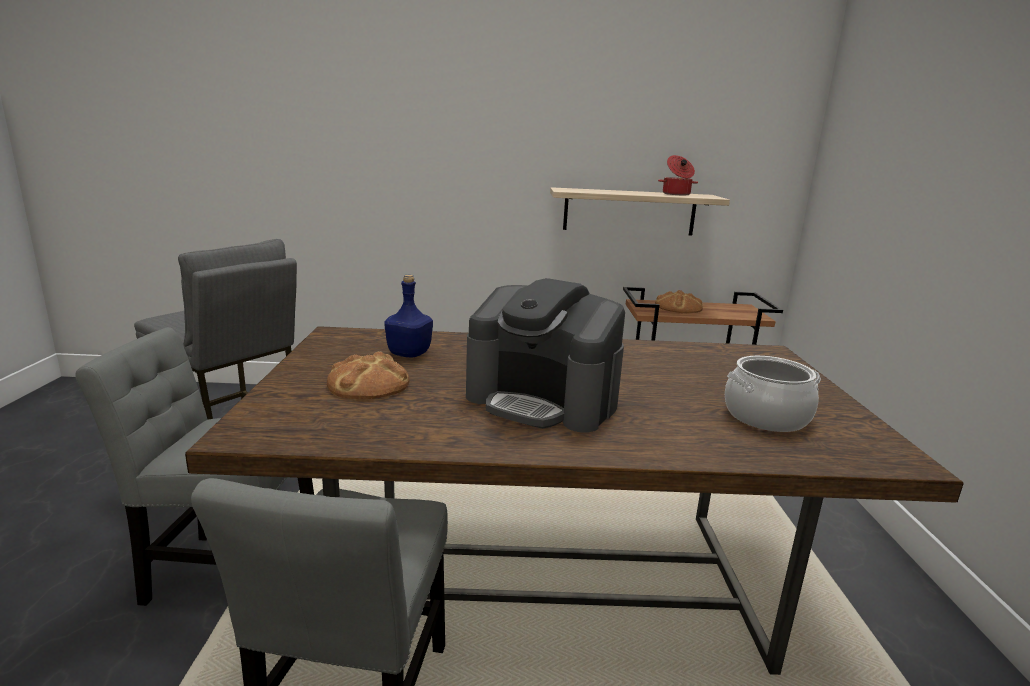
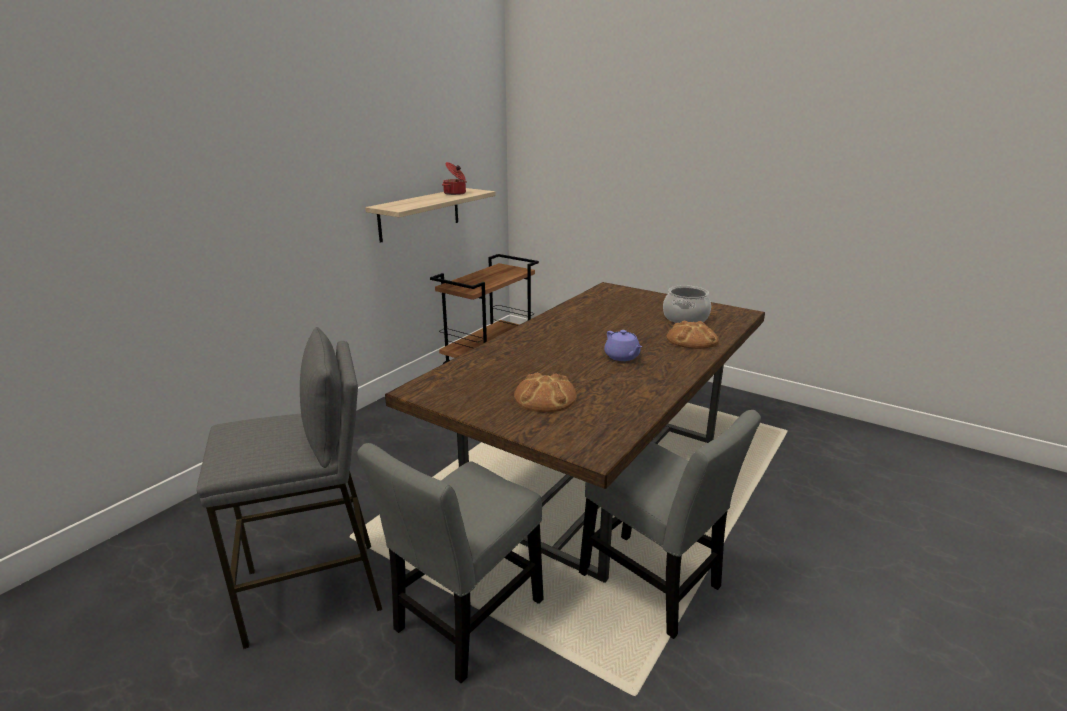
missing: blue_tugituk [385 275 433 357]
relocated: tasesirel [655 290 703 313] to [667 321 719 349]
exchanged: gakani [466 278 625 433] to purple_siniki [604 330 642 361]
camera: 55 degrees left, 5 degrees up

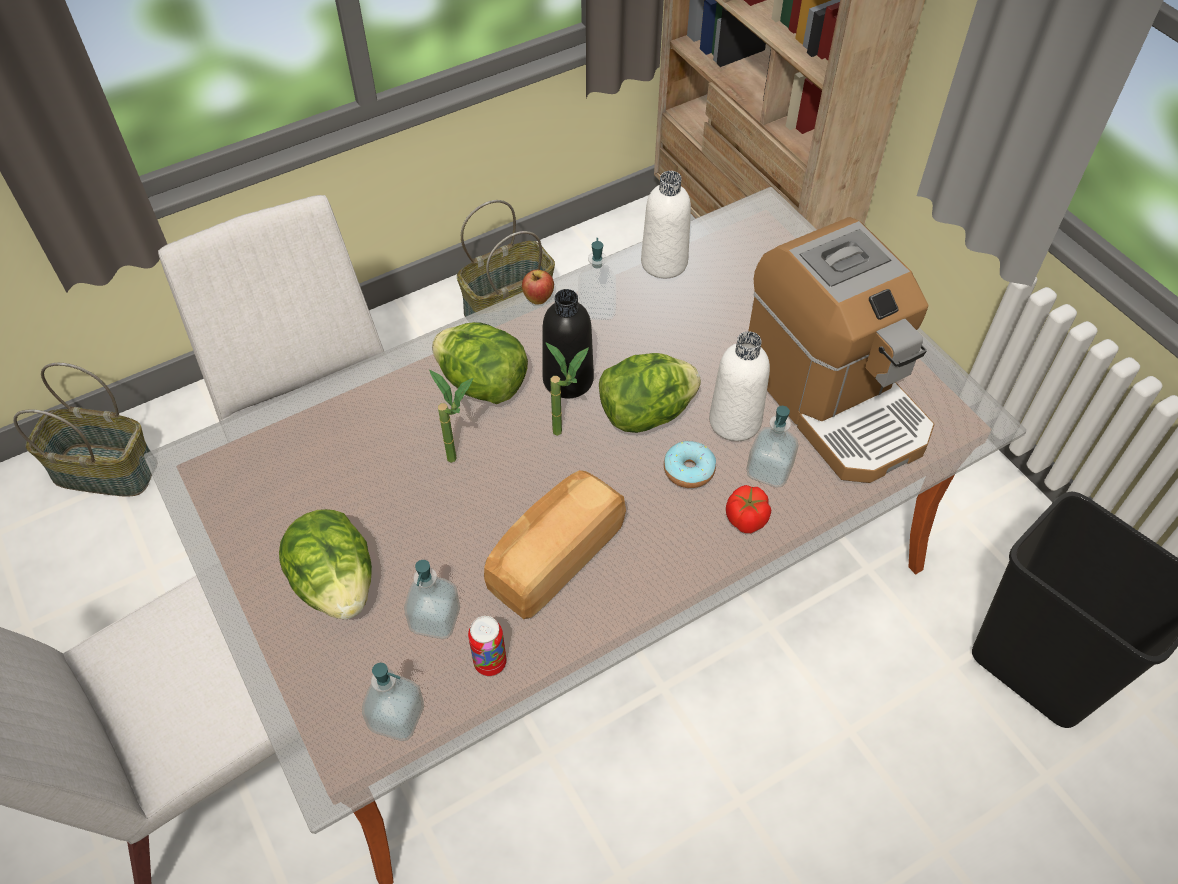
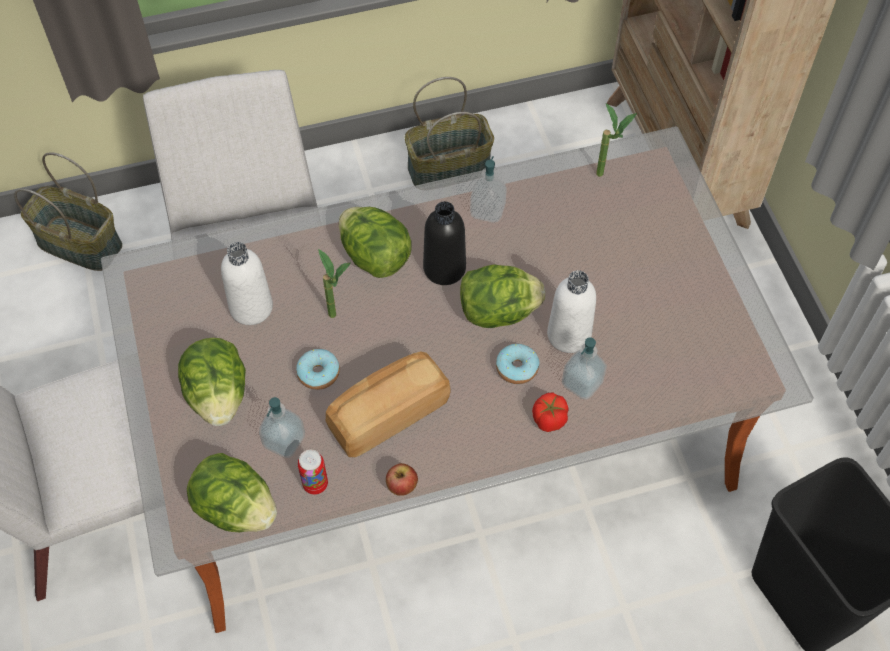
missing: gakani [749 217 934 483]
appeared: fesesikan [296 349 340 390]
relocated: white_tugituk [641 171 691 278] to [221 242 273 325]; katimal [522 270 554 305] to [386 463 418 496]; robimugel [546 343 589 436] to [596 103 637 177]
exchanged: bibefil [362 663 424 741] to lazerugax [187 453 277 532]
camera: 15 degrees right, 5 degrees up

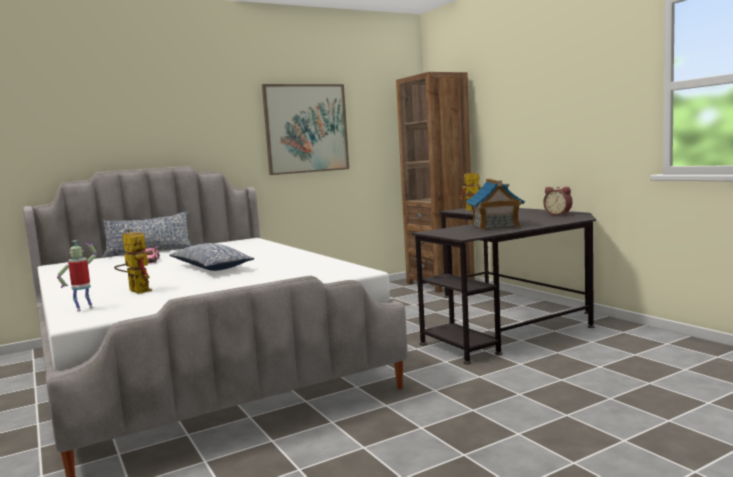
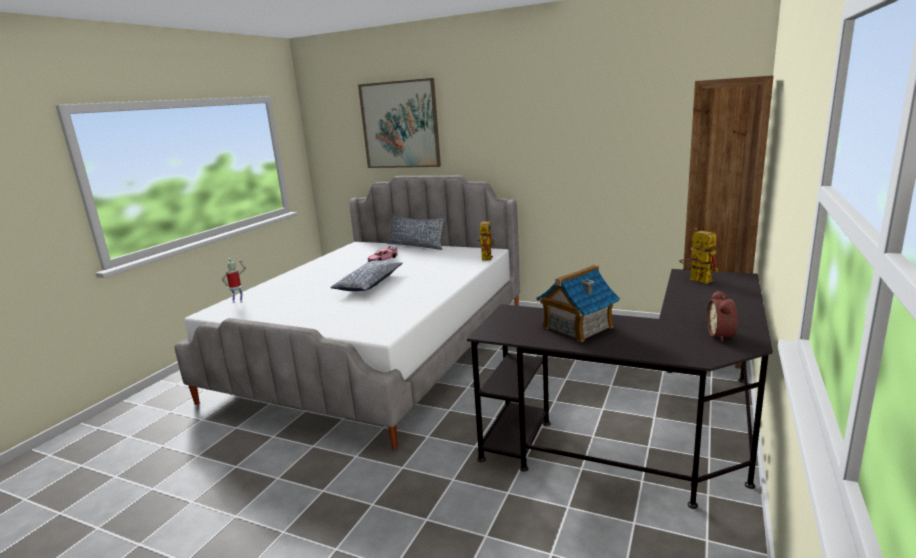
relocated: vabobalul [262 84 349 175] to [358 78 441 168]; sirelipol [114 229 152 294] to [478 219 495 260]
camera: 55 degrees right, 10 degrees up

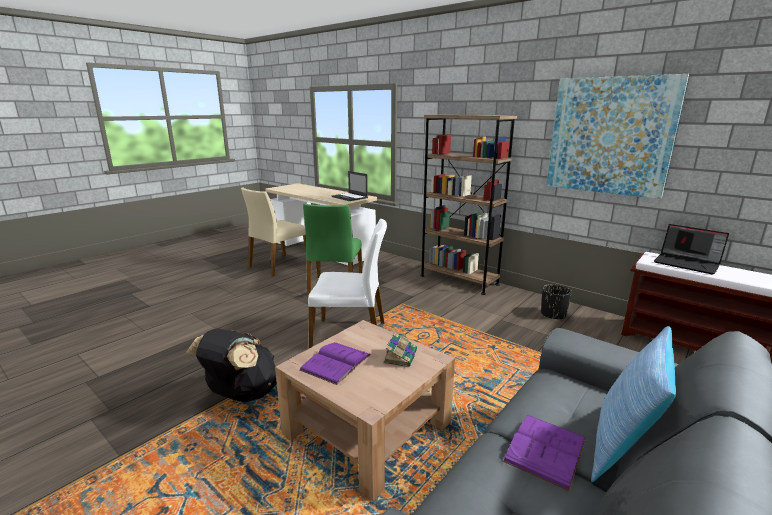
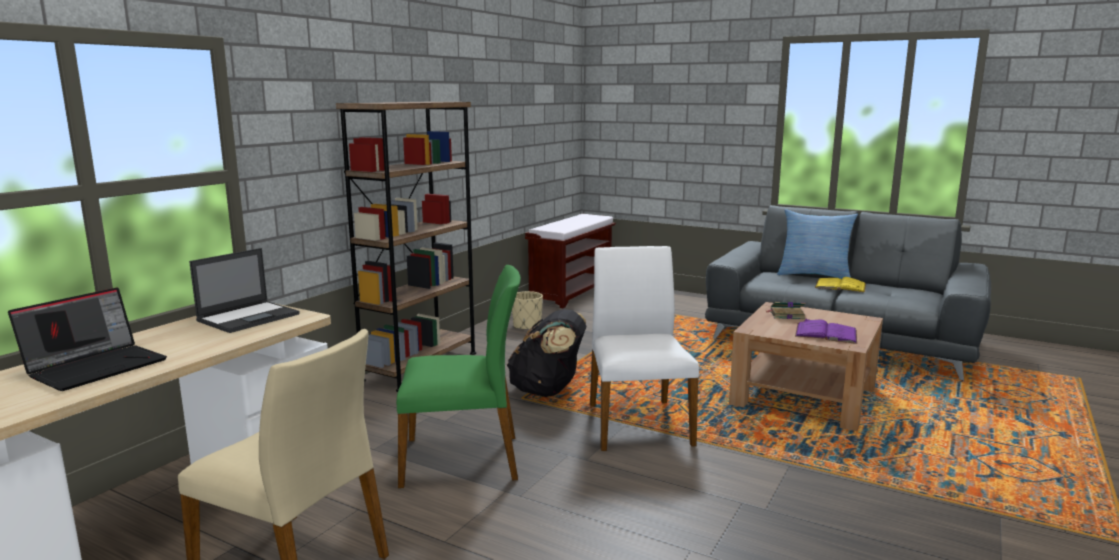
missing: vabobalul [546 74 689 199]
relocated: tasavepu [654 224 729 275] to [8 288 167 391]; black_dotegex [187 328 277 402] to [507 309 587 397]
colour: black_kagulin [541 284 572 320] to beige_kagulin [512 291 543 329]; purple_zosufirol [503 415 586 491] to yellow_zosufirol [815 277 866 293]
camera: 100 degrees left, 5 degrees down

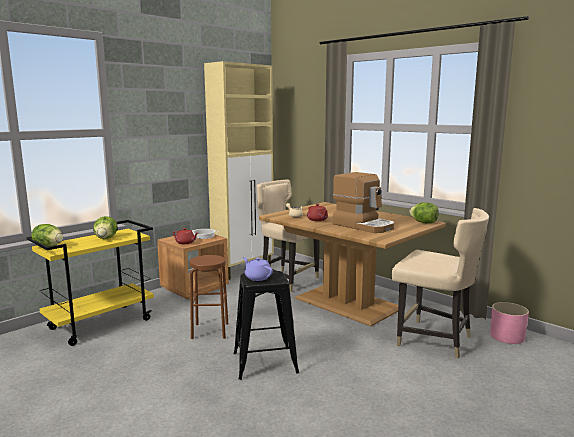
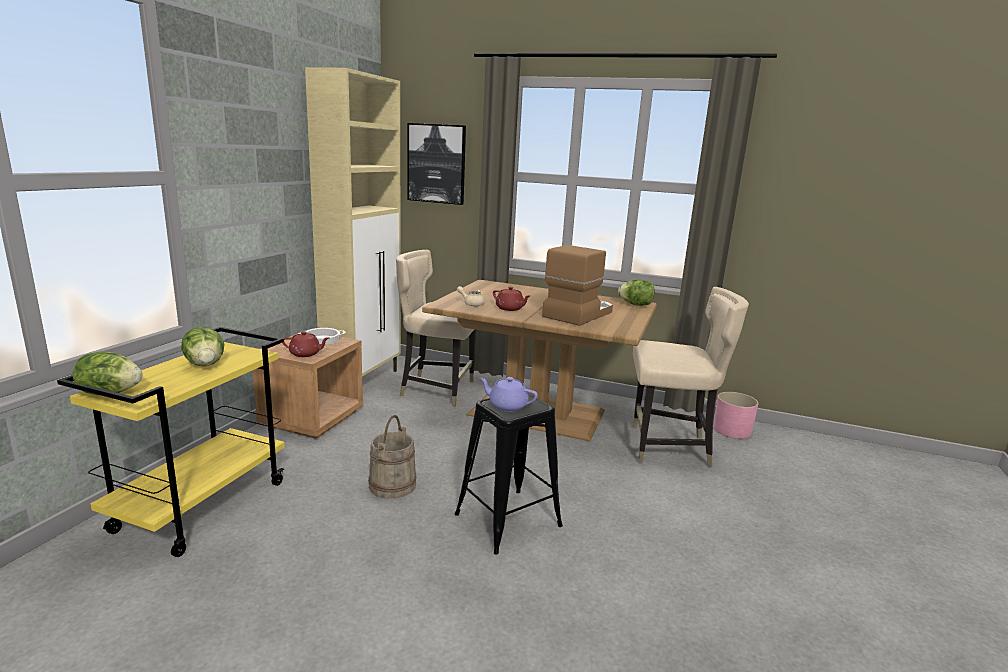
appeared: vabobalul [408 123 466 205]
exchanged: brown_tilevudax [189 255 228 339] to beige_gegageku [368 415 417 499]
spun: gakani [333 172 394 233] = [542 245 613 326] 75 degrees counterclockwise
camera: 25 degrees left, 5 degrees up

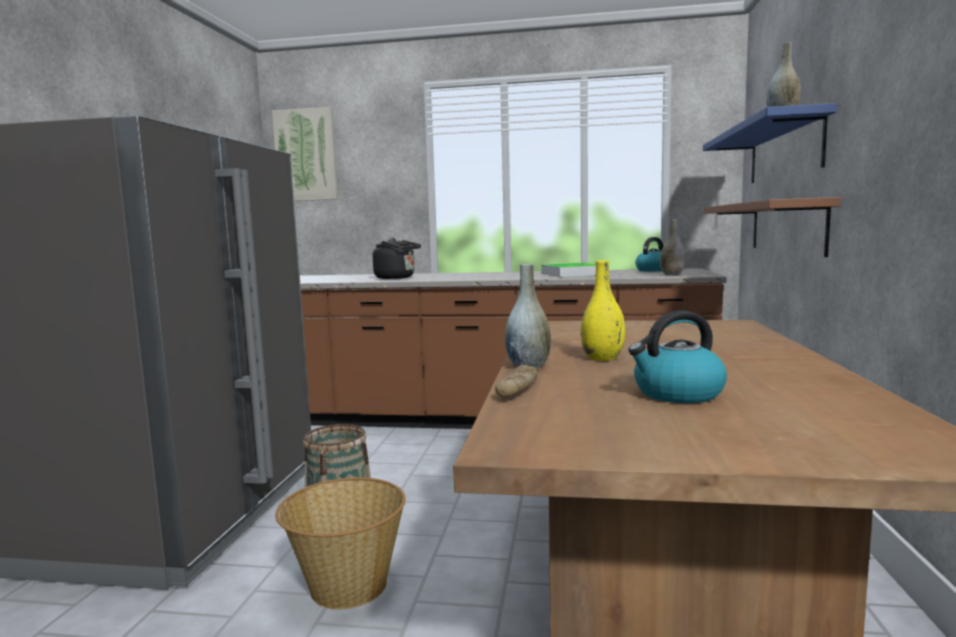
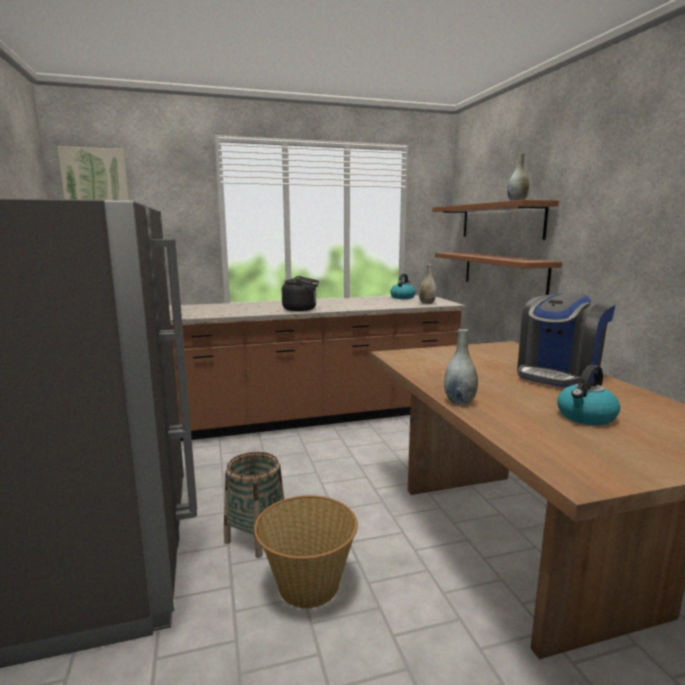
missing: tasesirel [495 364 538 397]; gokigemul [542 263 596 277]; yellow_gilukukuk [581 260 625 361]
appeared: gakani [517 292 616 387]
relocated: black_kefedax [372 238 421 279] to [282 276 319 311]
colour: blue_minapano [703 103 837 183] to brown_minapano [432 200 559 240]
camera: 25 degrees left, 5 degrees up

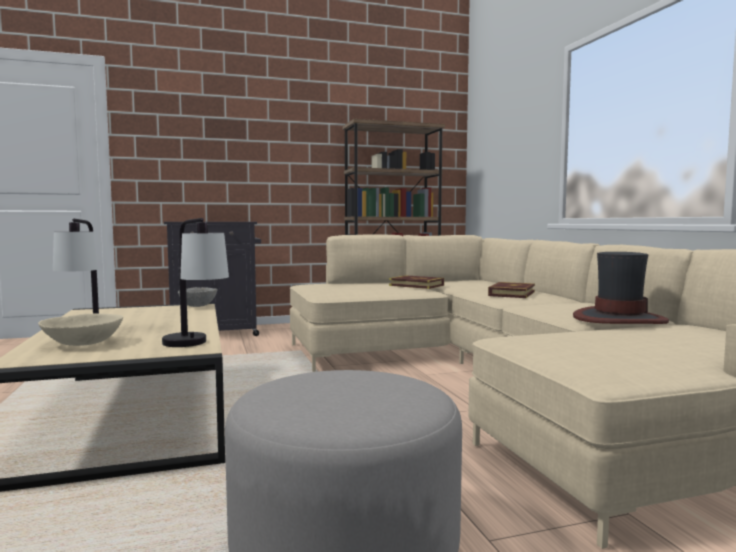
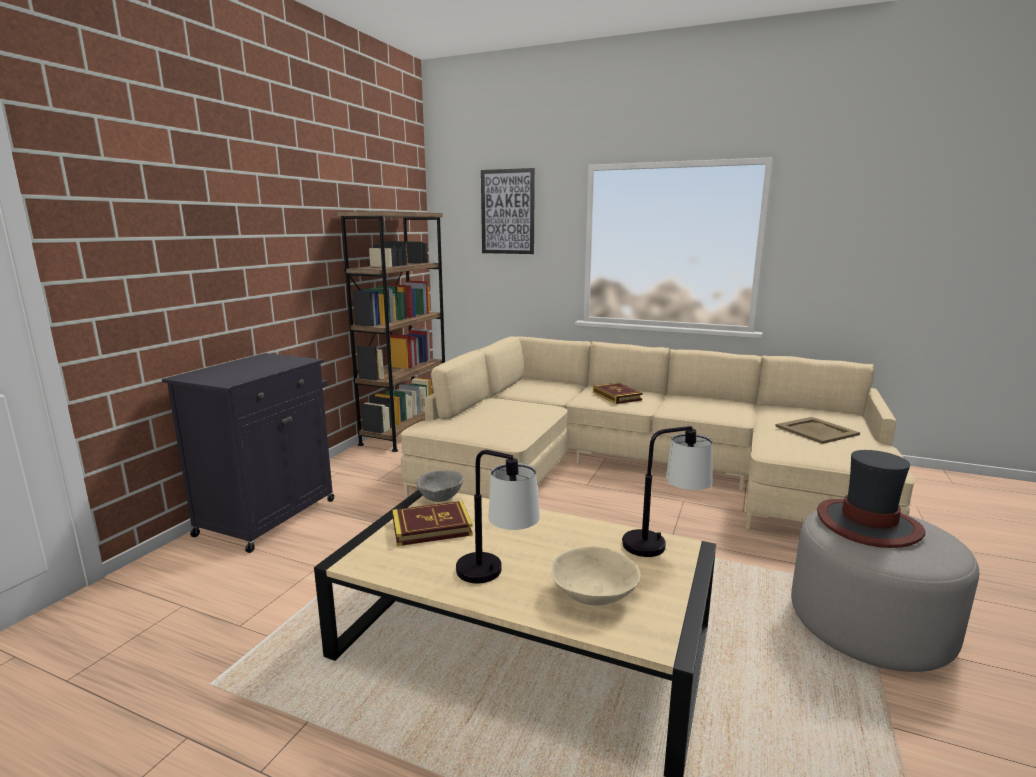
appeared: vabobalul [481 168 535 254]; beige_gokigemul [775 417 860 444]
relocated: zosufirol [389 275 444 289] to [392 501 473 546]; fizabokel [573 252 669 324] to [817 450 925 548]
camera: 50 degrees left, 10 degrees up

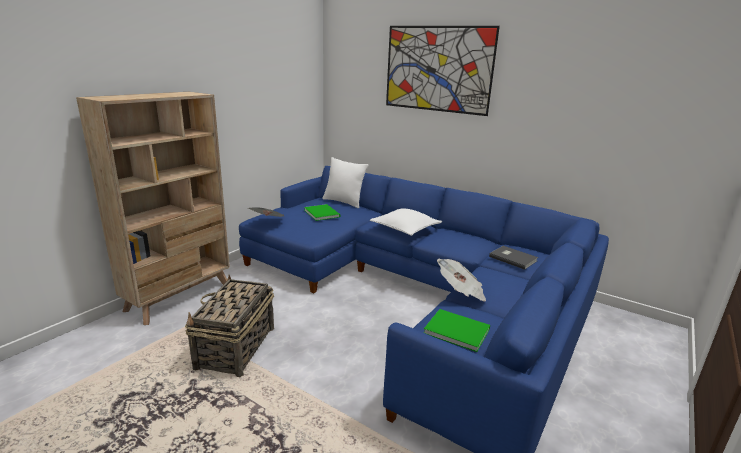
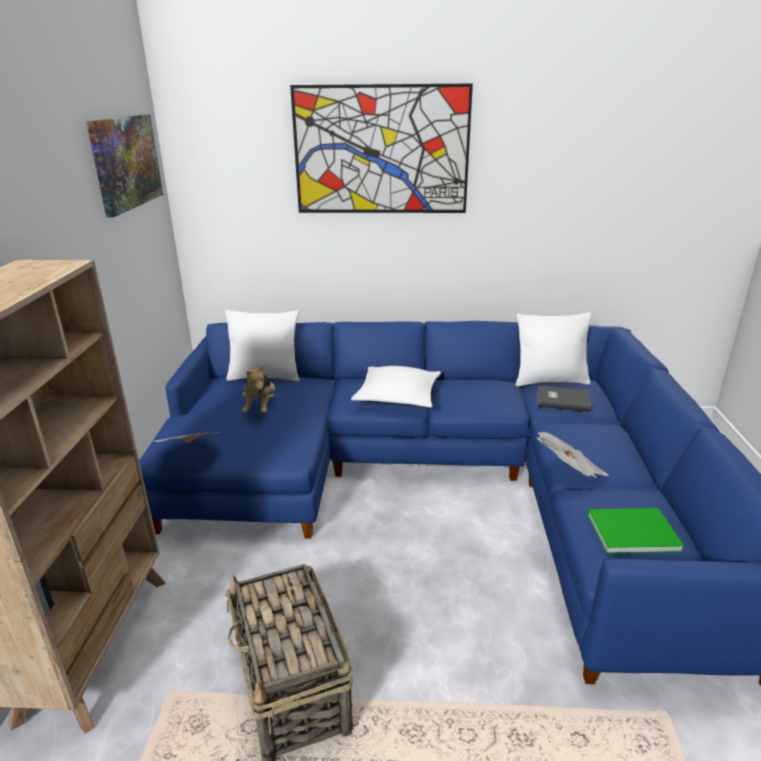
appeared: vabobalul [87 114 163 217]; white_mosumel [515 312 592 386]
exchanged: green_zosufirol [304 204 340 221] to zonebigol [242 365 275 413]
camera: 30 degrees left, 5 degrees up

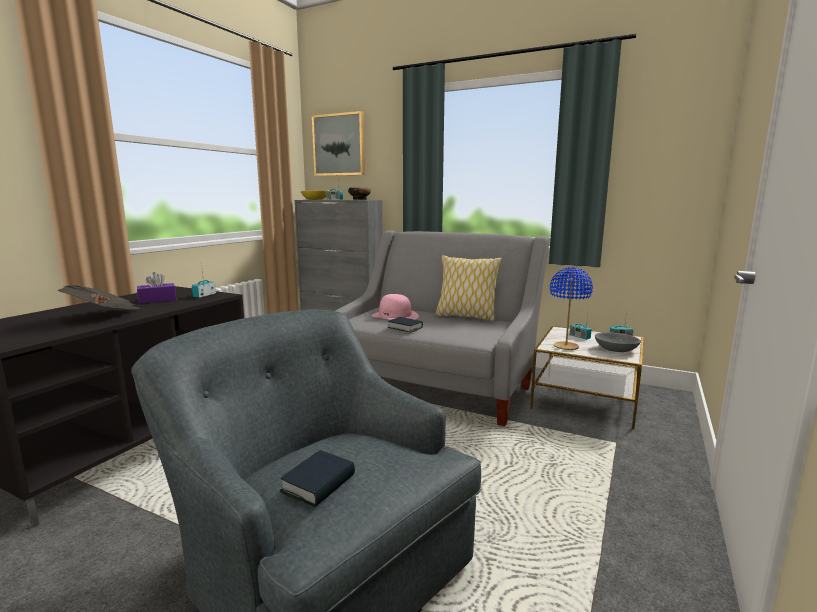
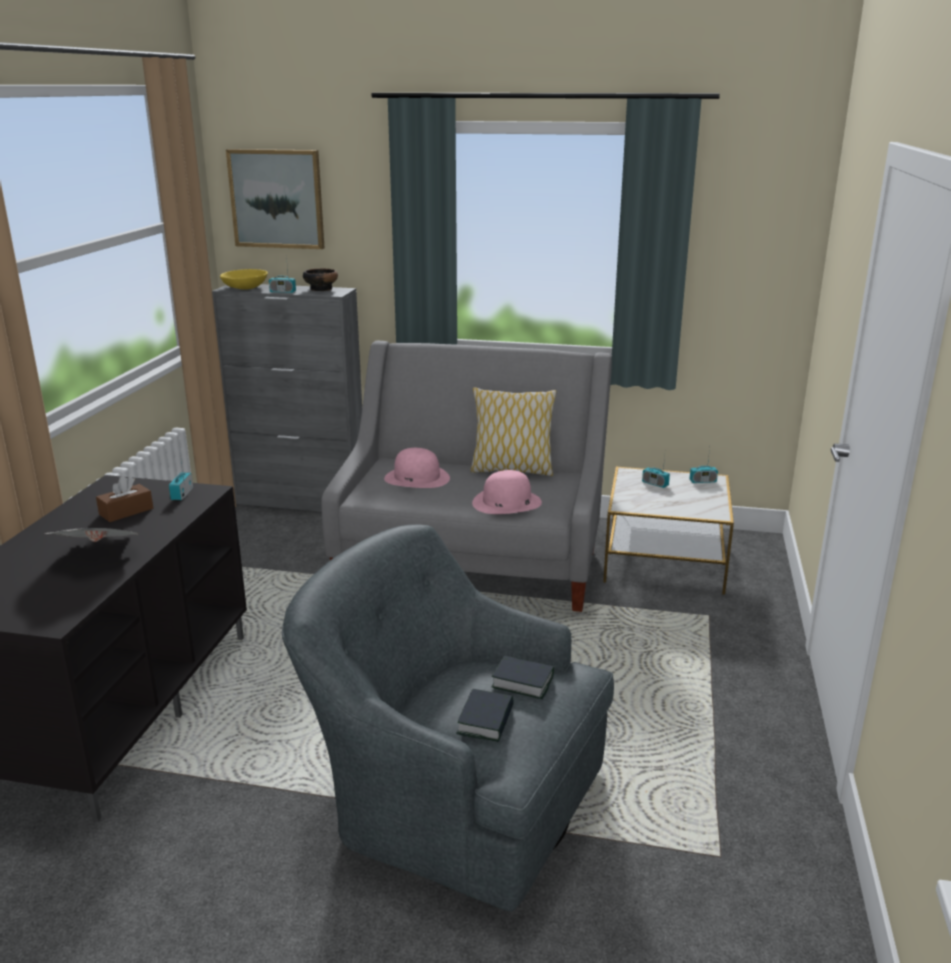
missing: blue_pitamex [550 267 593 350]; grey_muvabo [595 332 641 352]
appeared: pink_fizabokel [472 470 542 514]
relocated: zosufirol [388 317 423 333] to [491 655 554 699]
colour: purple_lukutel [137 272 176 303] to brown_lukutel [96 476 153 522]
camera: 15 degrees left, 10 degrees up

